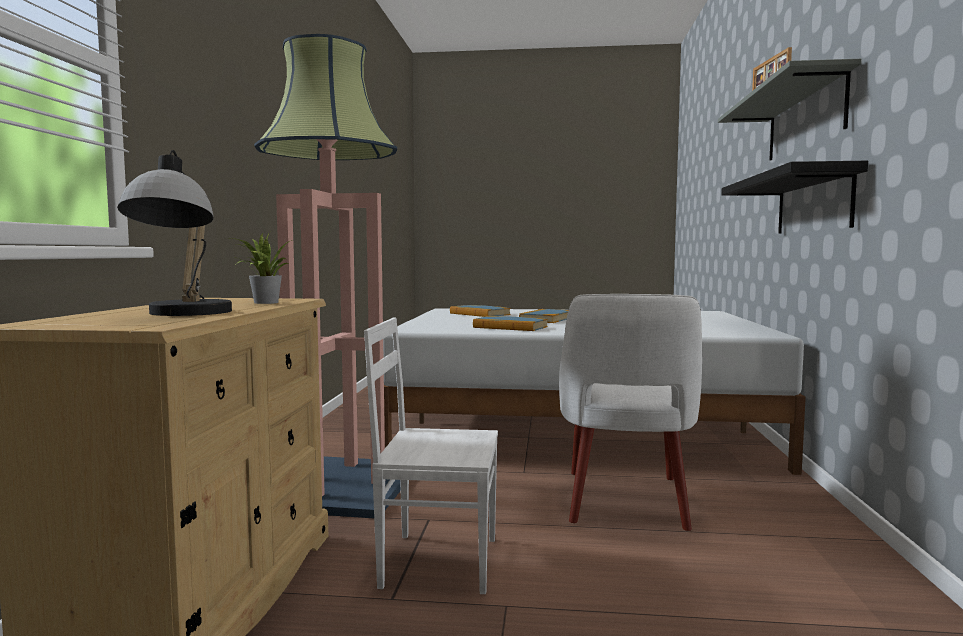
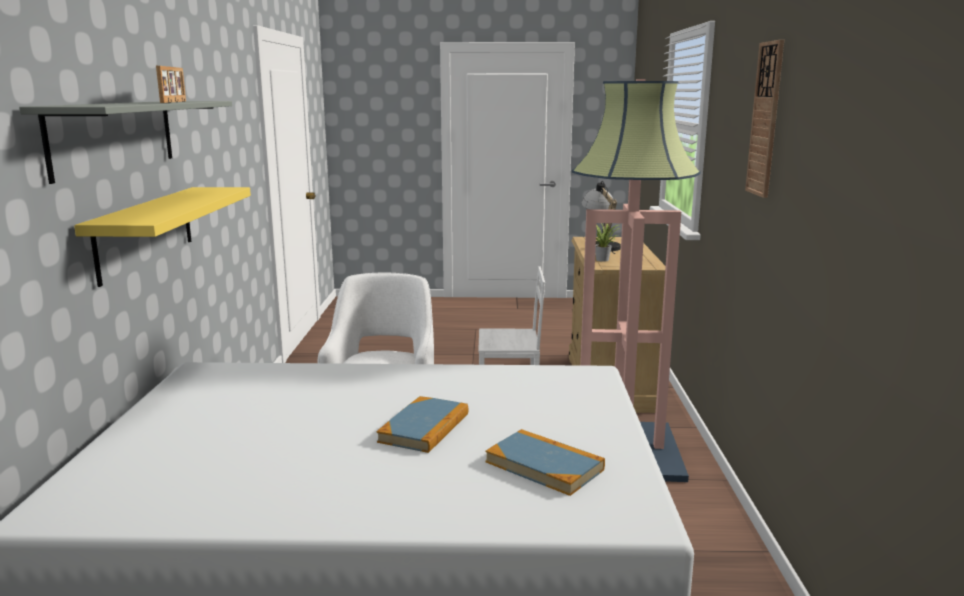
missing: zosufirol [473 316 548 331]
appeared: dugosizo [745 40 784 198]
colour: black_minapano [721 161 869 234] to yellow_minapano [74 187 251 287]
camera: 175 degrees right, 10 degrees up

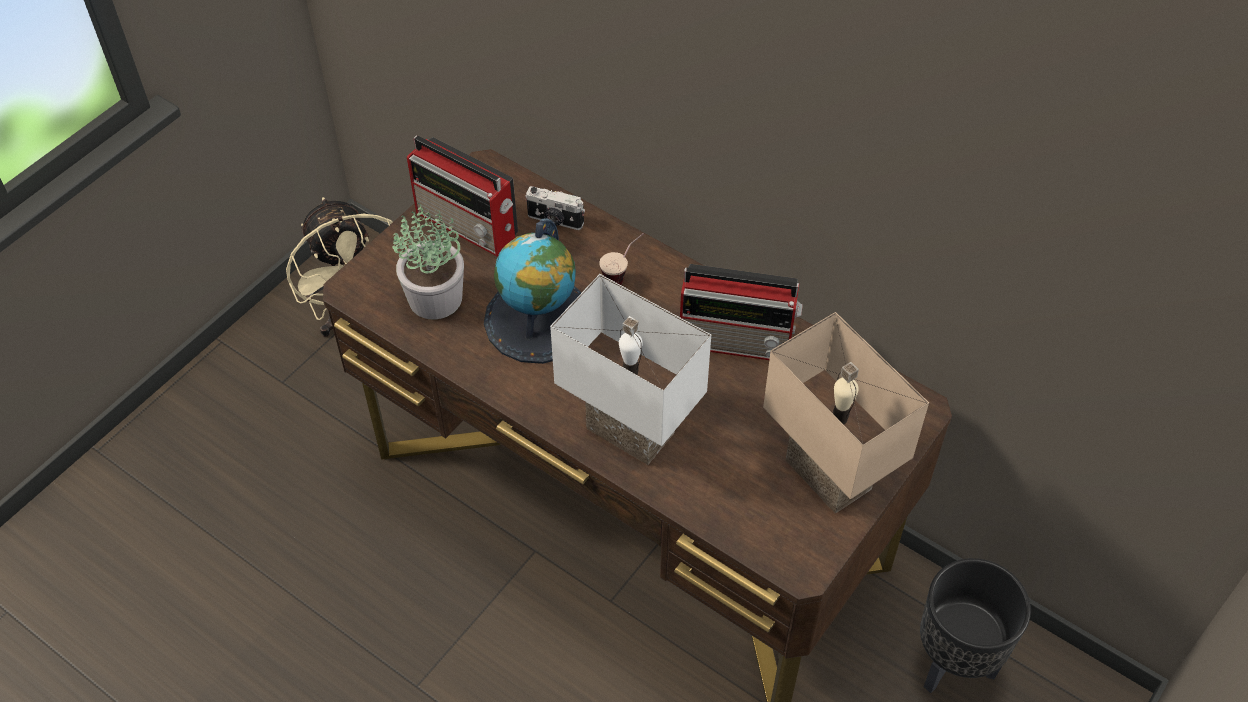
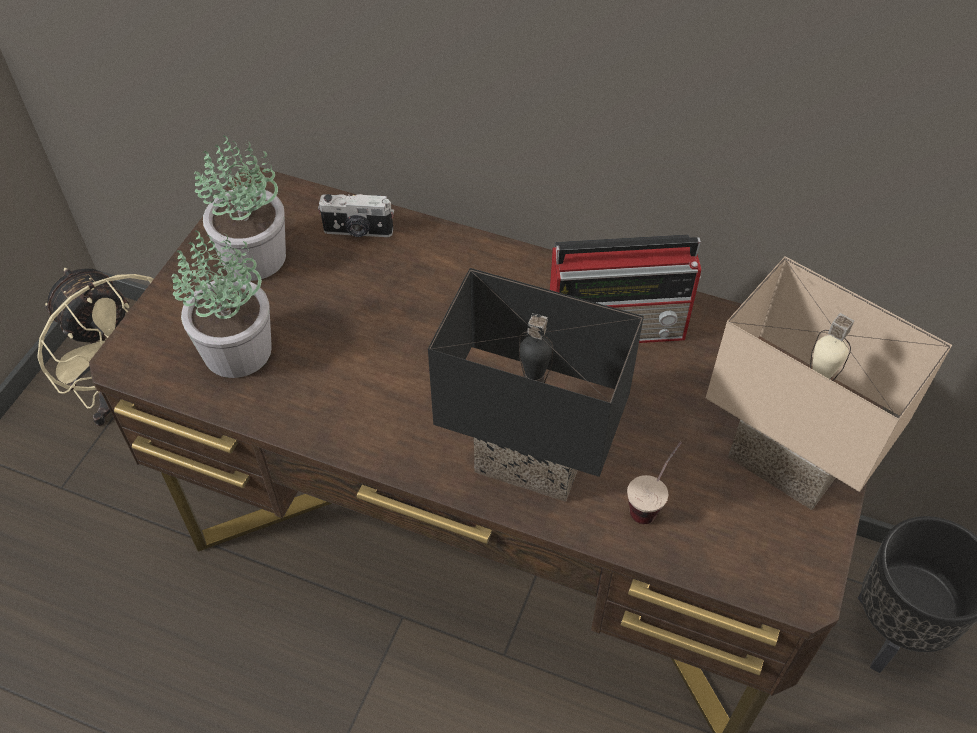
missing: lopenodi [484 218 581 364]
relocated: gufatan [599 233 644 285] to [627 442 682 524]
exchanged: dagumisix [407 135 518 257] to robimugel [194 135 286 281]
colour: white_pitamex [550 274 711 465] to black_pitamex [428 268 644 501]
camera: 15 degrees left, 0 degrees up

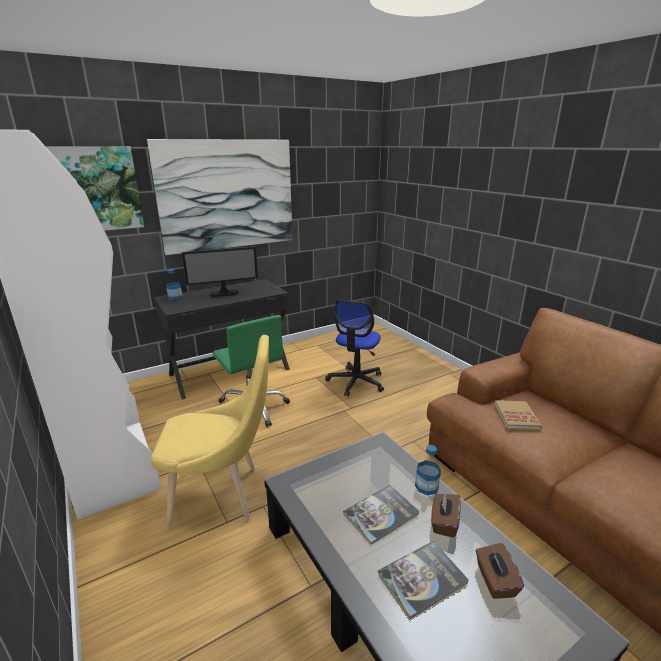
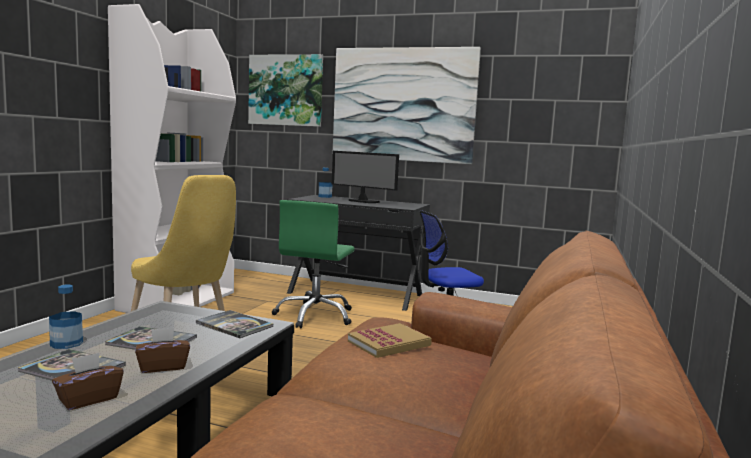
appeared: zosufirol [196 310 274 338]
relocated: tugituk [415 445 441 495] to [49 284 83 349]
camera: 50 degrees right, 15 degrees down

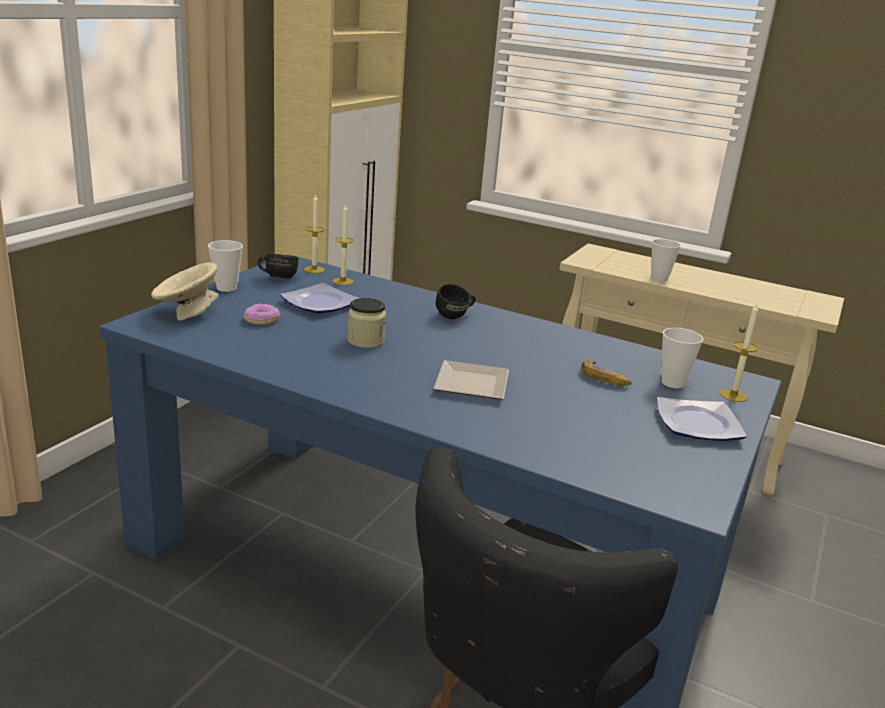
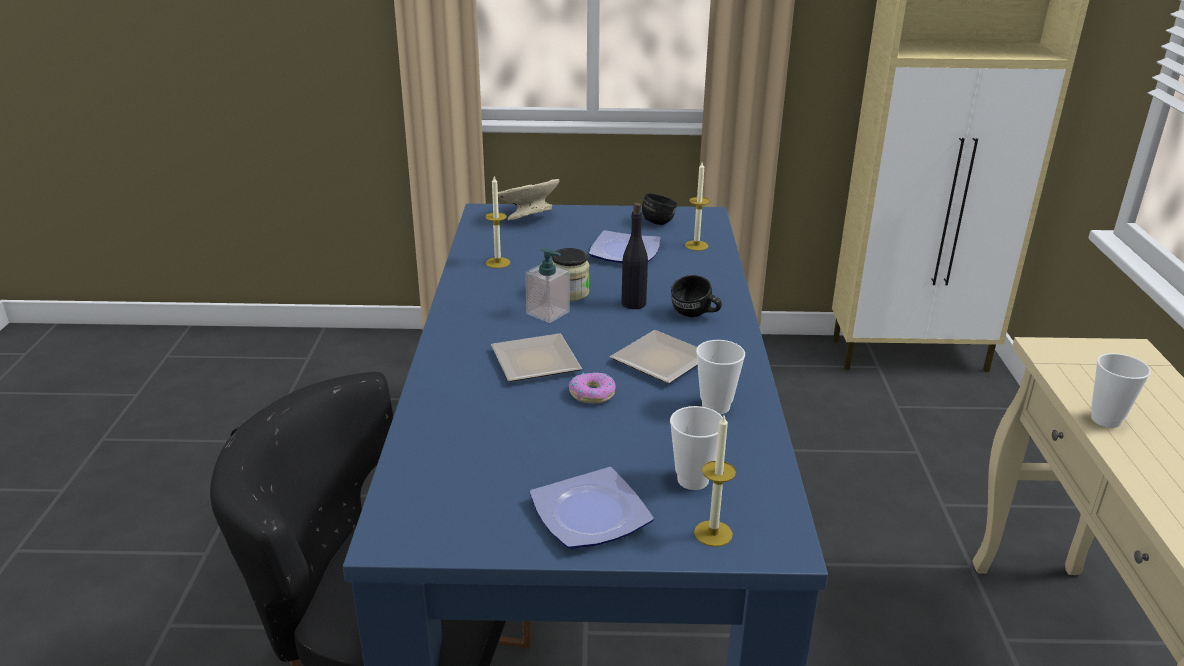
missing: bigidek [581 360 632 386]
appeared: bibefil [525 247 570 323]; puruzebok [610 330 698 384]; black_tugituk [621 203 648 309]
relocated: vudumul [304 195 325 273] to [485 176 510 268]; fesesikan [244 304 281 325] to [569 373 616 403]; gufatan [208 240 243 292] to [696 340 745 414]
camera: 65 degrees right, 5 degrees up

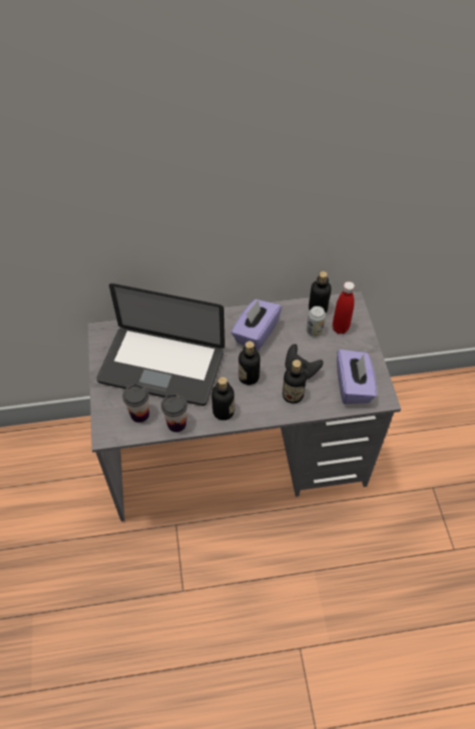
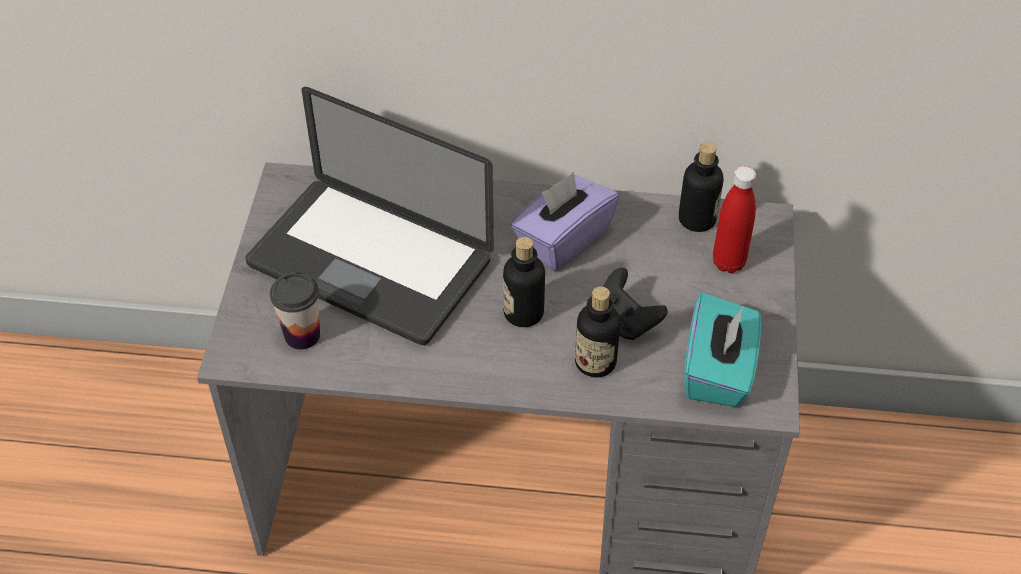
missing: gufatan [161 394 187 432]; tugituk [212 377 234 420]; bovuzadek [306 306 326 337]
colour: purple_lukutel [337 349 377 404] to turquoise_lukutel [684 293 761 407]
camera: 15 degrees right, 5 degrees down

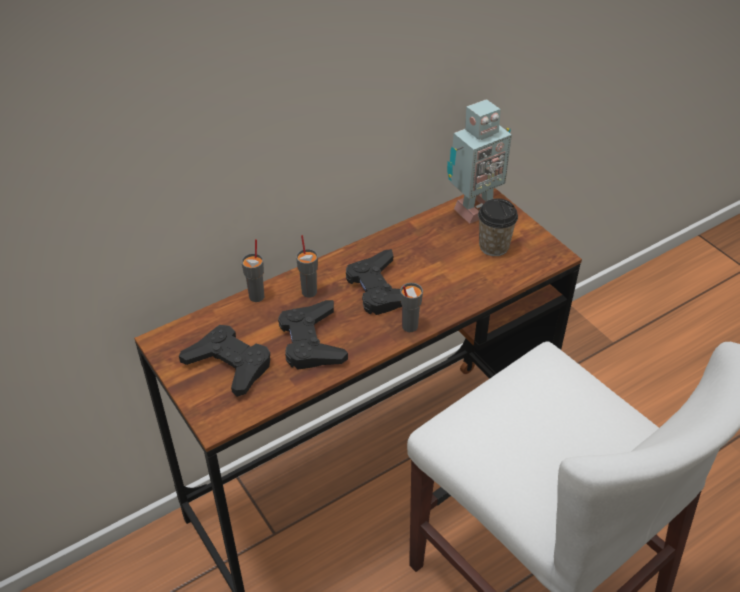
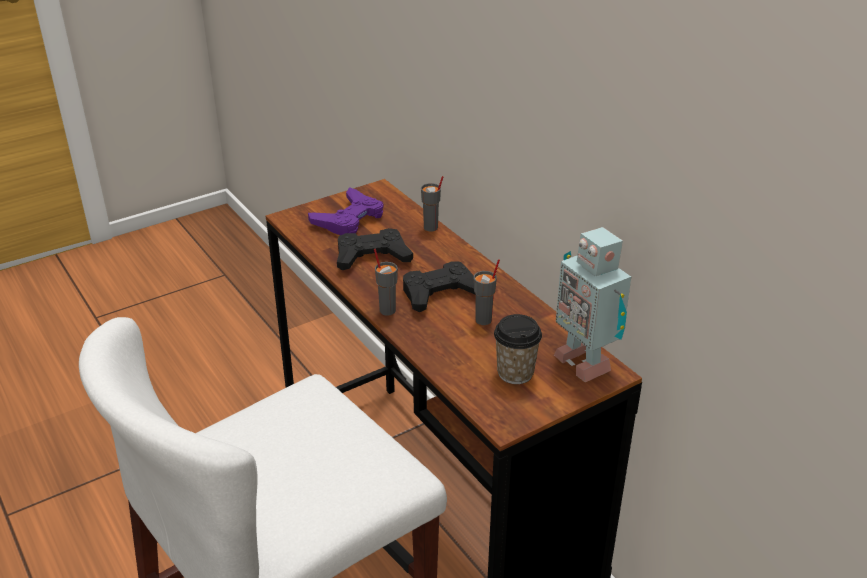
relocated: grey_gufatan [296 235 318 298] to [474 259 500 325]
colour: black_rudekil [179 325 270 397] to purple_rudekil [308 187 384 235]
camera: 90 degrees right, 10 degrees down

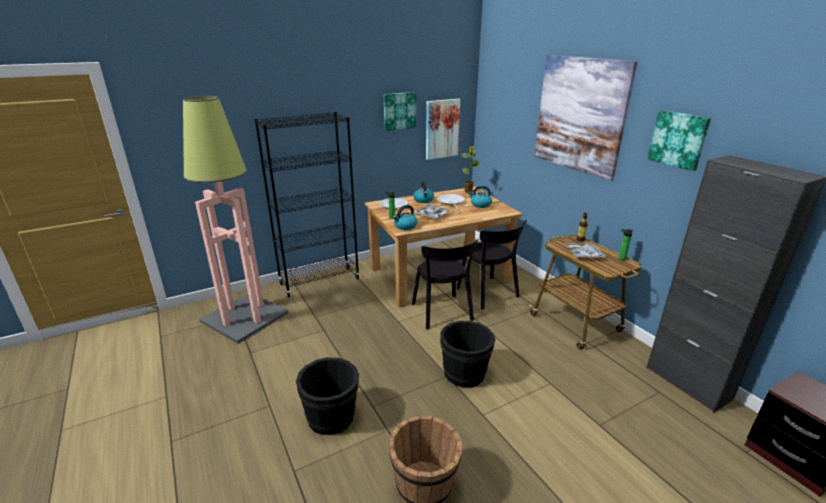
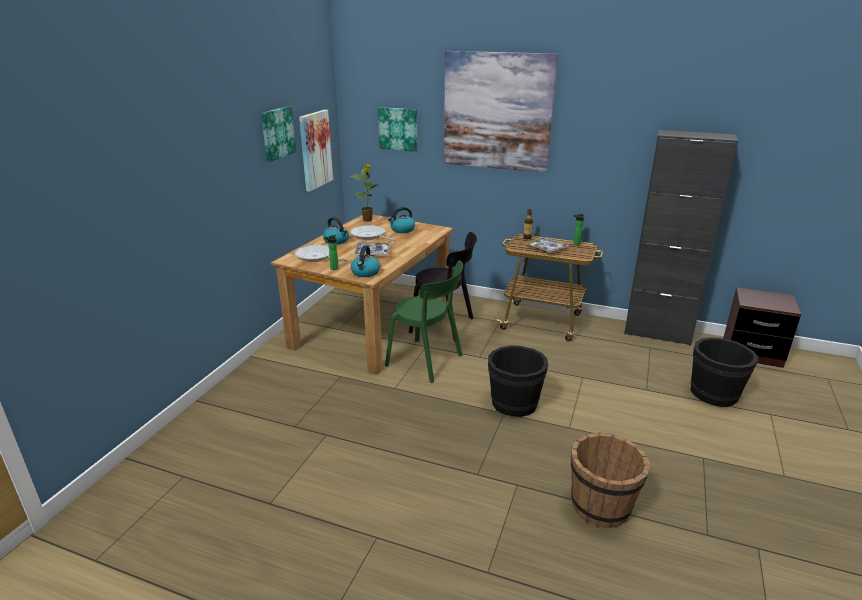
missing: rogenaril [183 96 288 344]; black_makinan [255 112 360 297]
relocated: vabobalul [648 110 711 171] to [378 107 417 152]; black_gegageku [296 357 359 435] to [691 337 758 407]
colour: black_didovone [412 238 479 330] to green_didovone [385 260 463 383]
camera: 40 degrees left, 0 degrees up

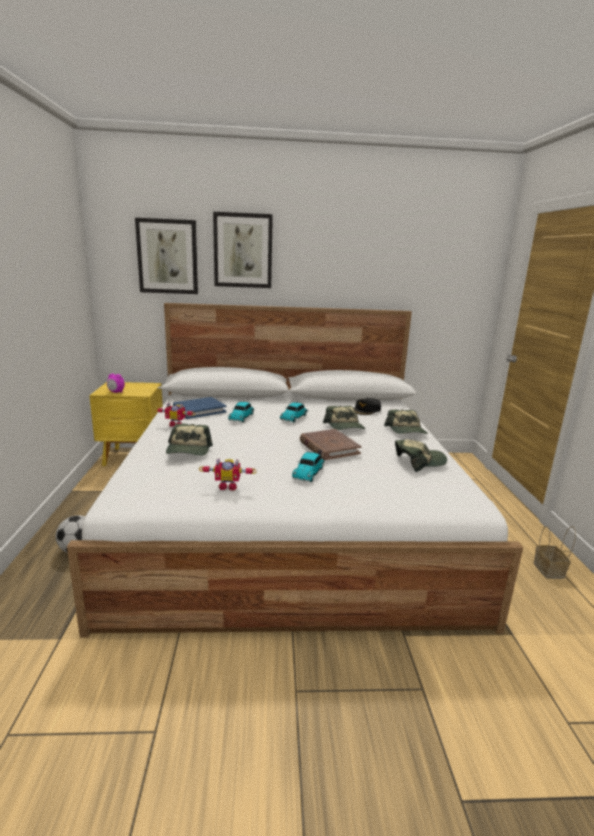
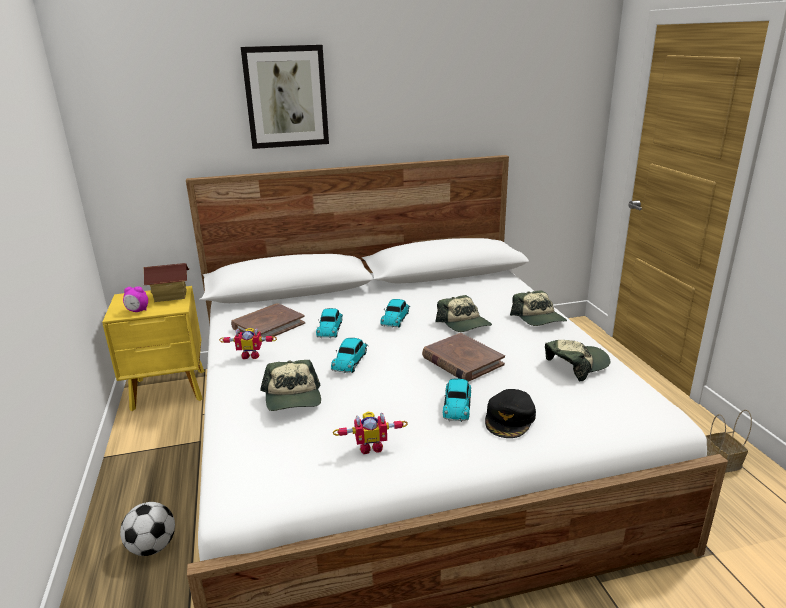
missing: vabobalul [135 218 198 294]
appeared: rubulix [144 263 189 302]; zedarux [331 338 368 373]
relocated: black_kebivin [354 398 381 415] to [485 389 536 438]
colour: blue_zosufirol [173 397 227 419] to brown_zosufirol [231 303 305 342]
camera: 10 degrees left, 5 degrees up

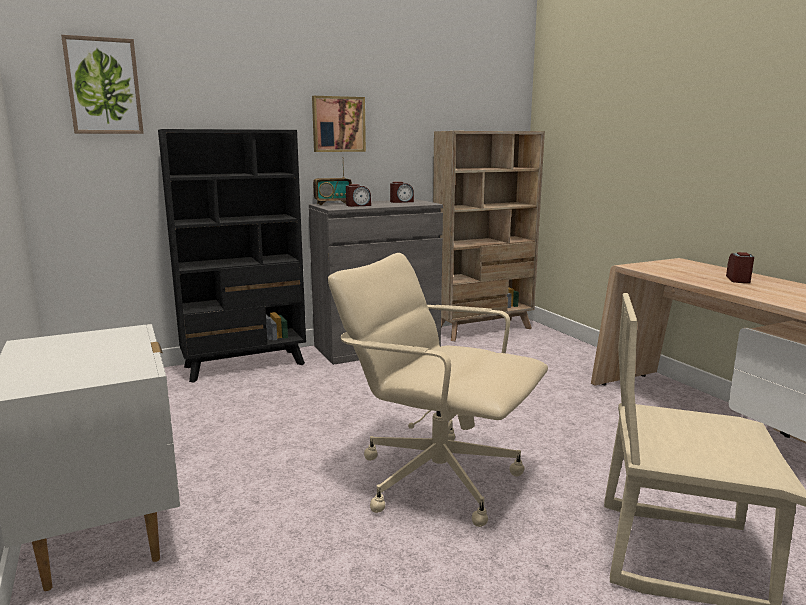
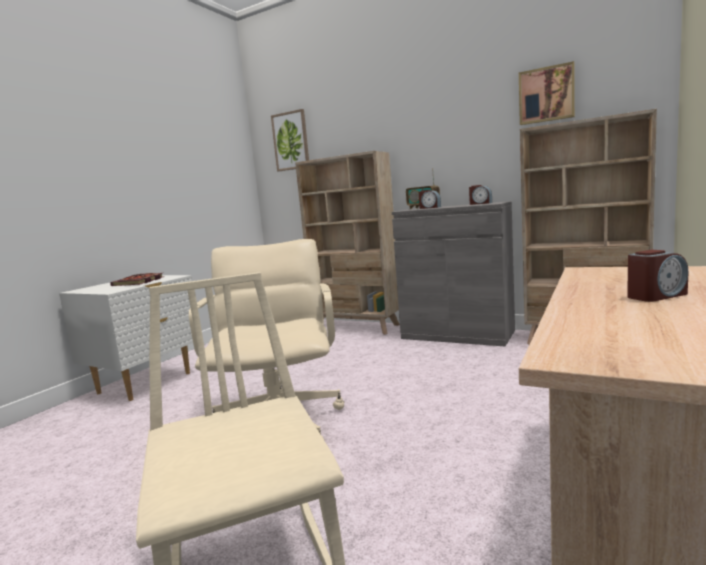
appeared: zosufirol [110 273 164 286]
relocated: vabobalul [312 96 366 152] to [519 61 575 125]
colour: black_makinan [158 129 306 383] to beige_makinan [295 151 400 335]
camera: 55 degrees right, 5 degrees down

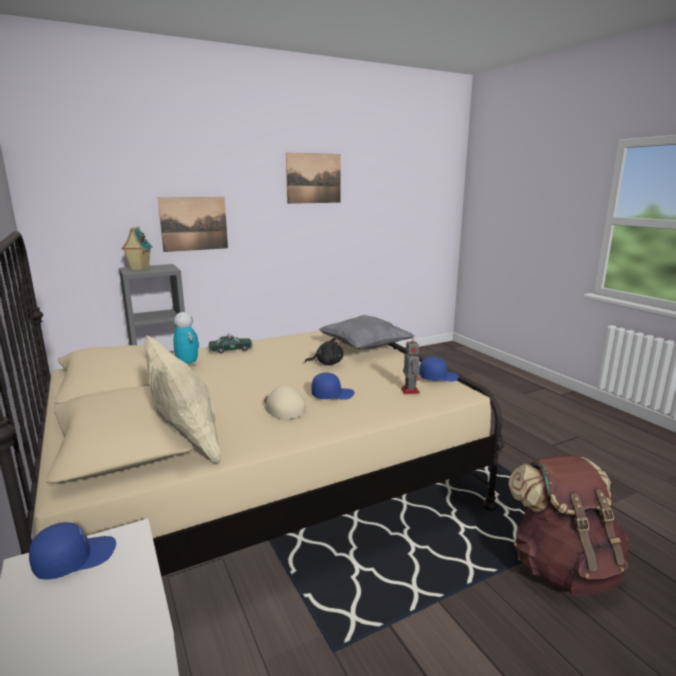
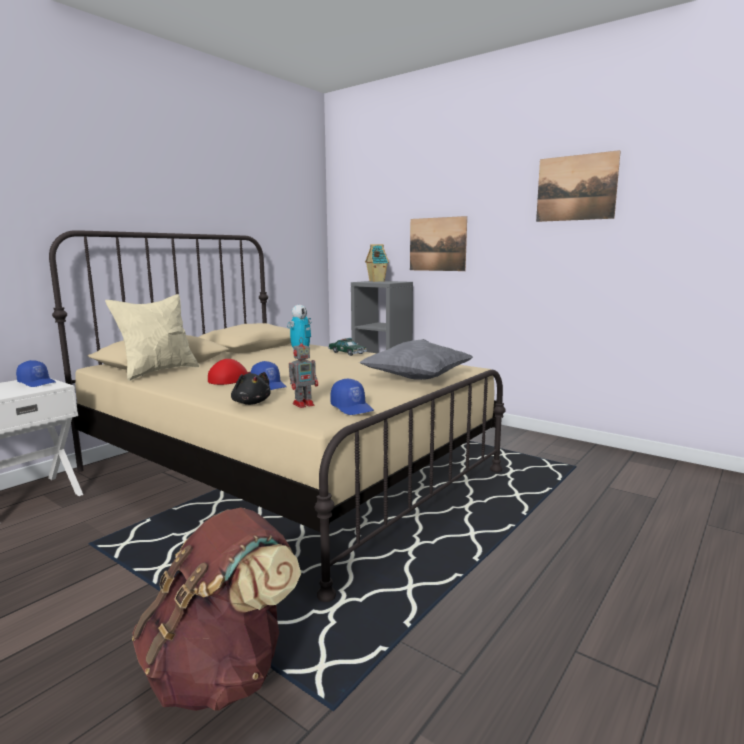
relocated: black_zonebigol [304 337 343 365] to [231 372 271 405]
colour: beige_kebivin [264 386 306 419] to red_kebivin [208 359 251 385]
camera: 65 degrees right, 5 degrees down

